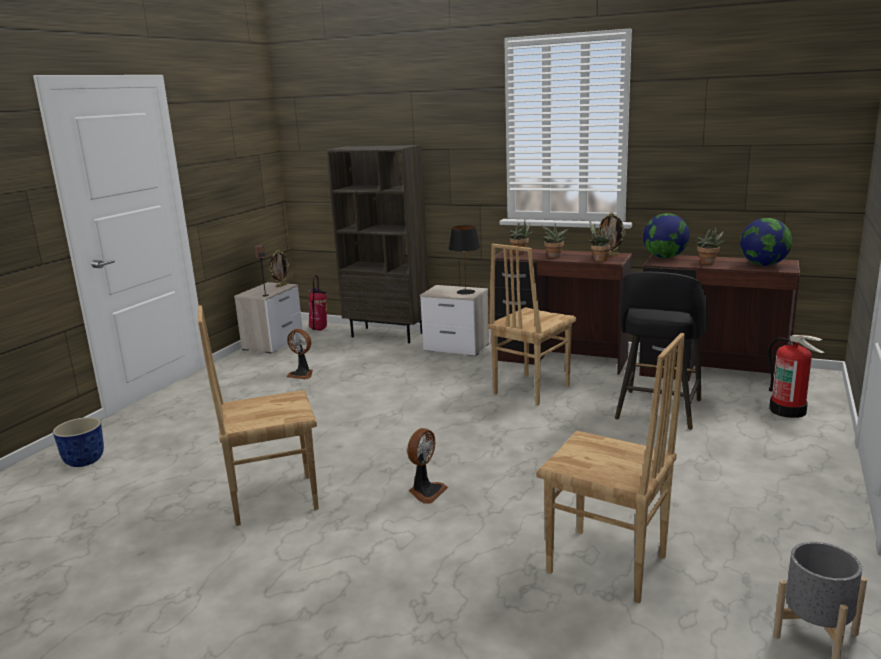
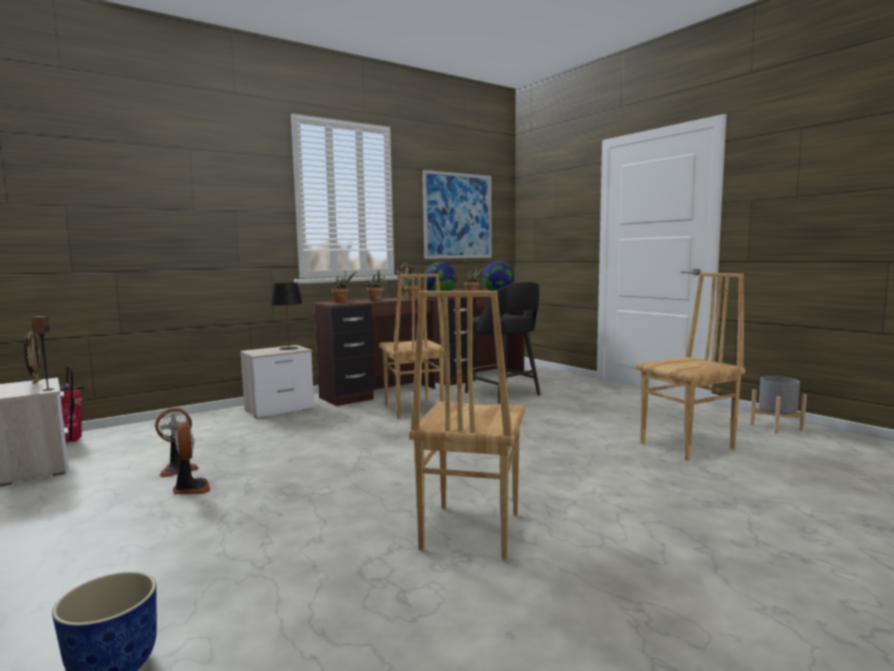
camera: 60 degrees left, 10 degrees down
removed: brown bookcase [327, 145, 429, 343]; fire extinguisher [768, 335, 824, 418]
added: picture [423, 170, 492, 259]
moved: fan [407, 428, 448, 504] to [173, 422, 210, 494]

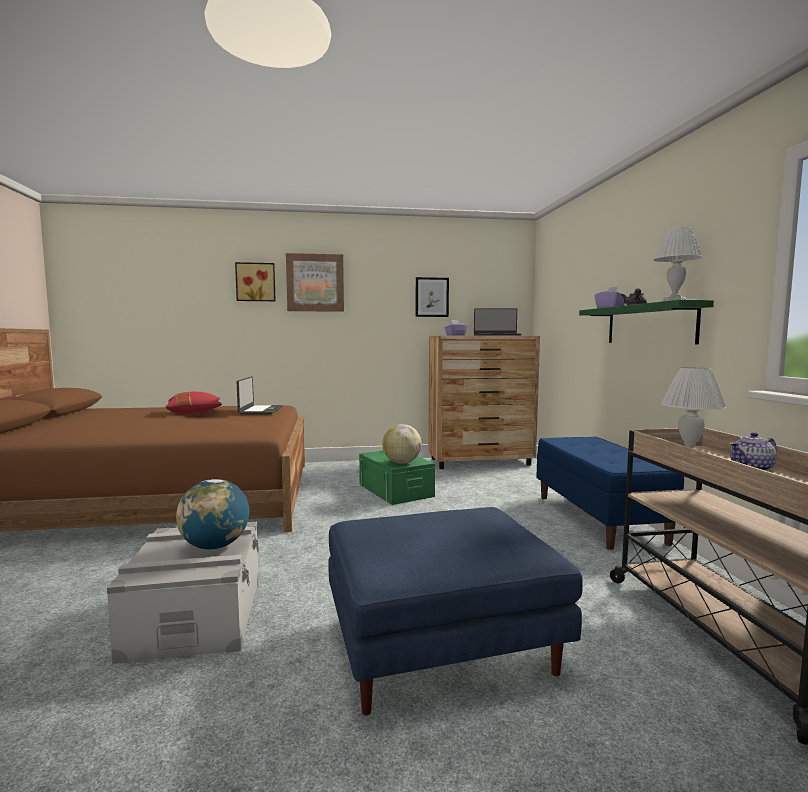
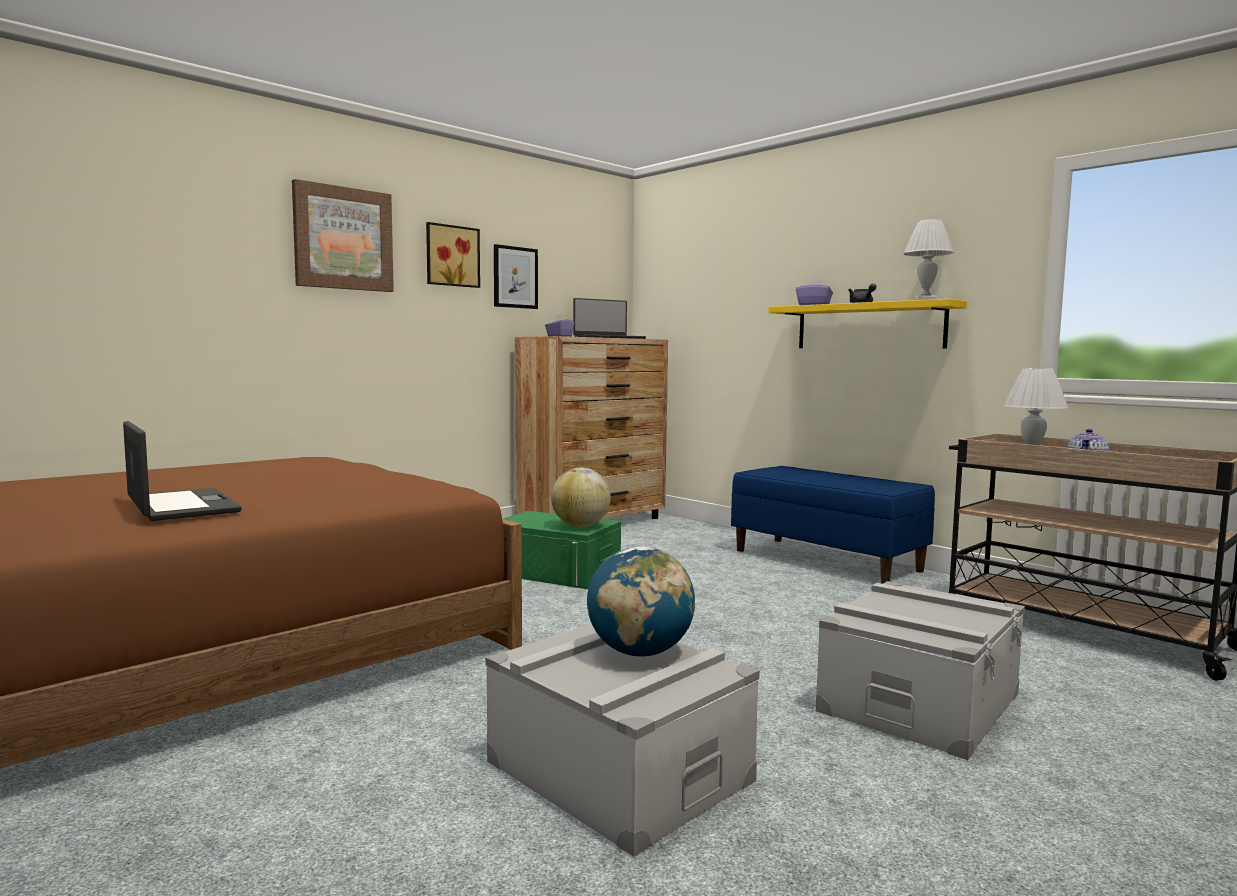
camera: 35 degrees left, 0 degrees up
removed: red pillow [166, 392, 222, 414]
moved: picture [235, 262, 276, 301] to [426, 222, 480, 288]; laptop [237, 376, 283, 415] to [123, 421, 242, 521]
replaced: blue ottoman [328, 507, 583, 715] to grey storage box [816, 581, 1025, 760]
recoloured: green shelf [579, 300, 714, 345] to yellow shelf [768, 299, 967, 348]

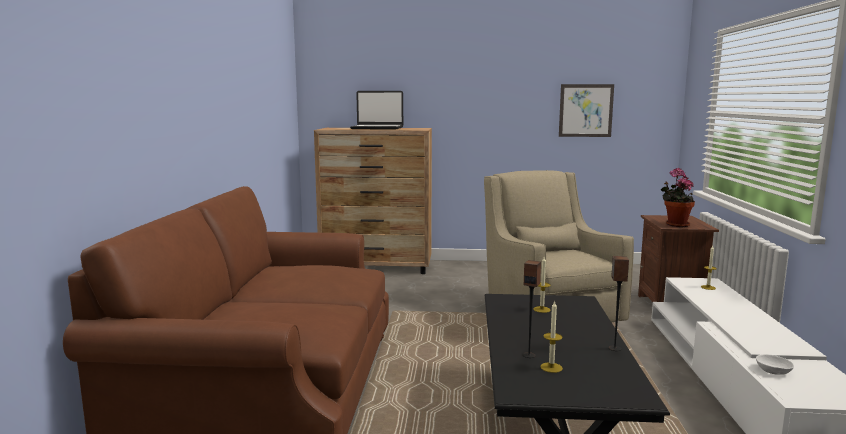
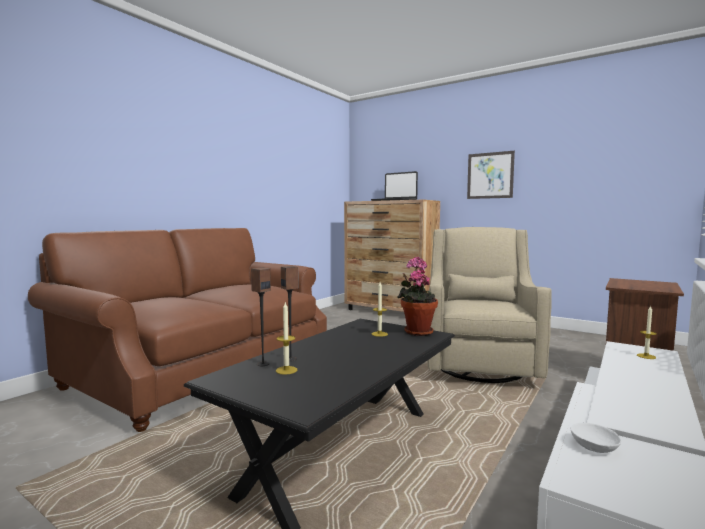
camera: 30 degrees right, 5 degrees down
moved: picture [559, 84, 614, 137] to [467, 151, 515, 199]; speaker [608, 256, 629, 351] to [251, 267, 271, 366]; potted plant [661, 168, 695, 227] to [398, 257, 438, 336]

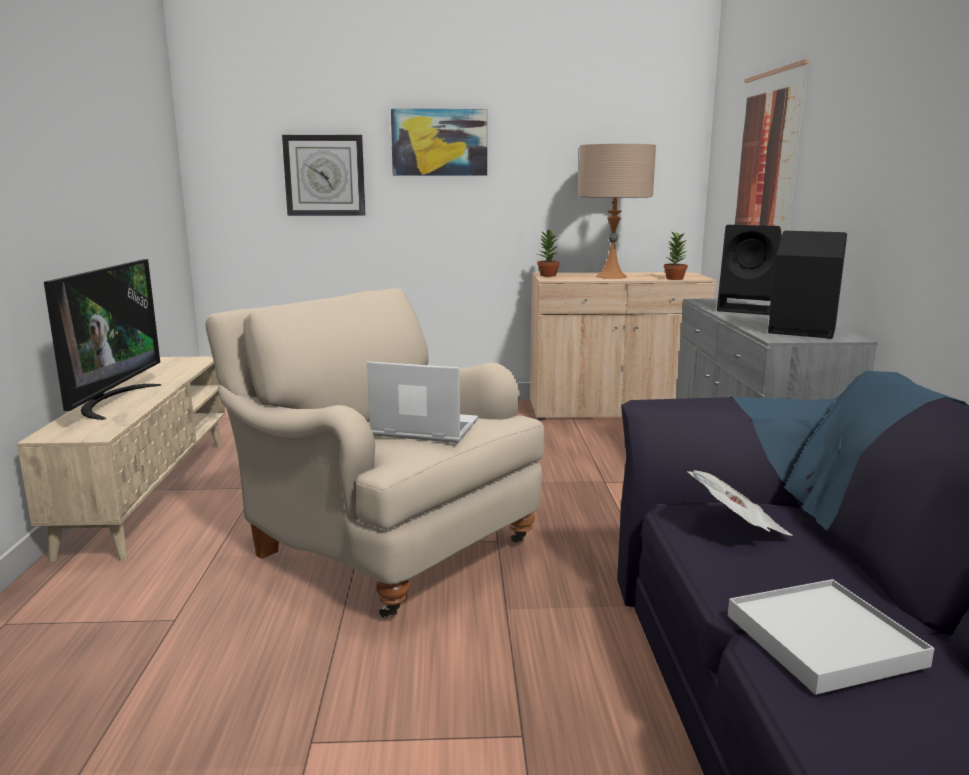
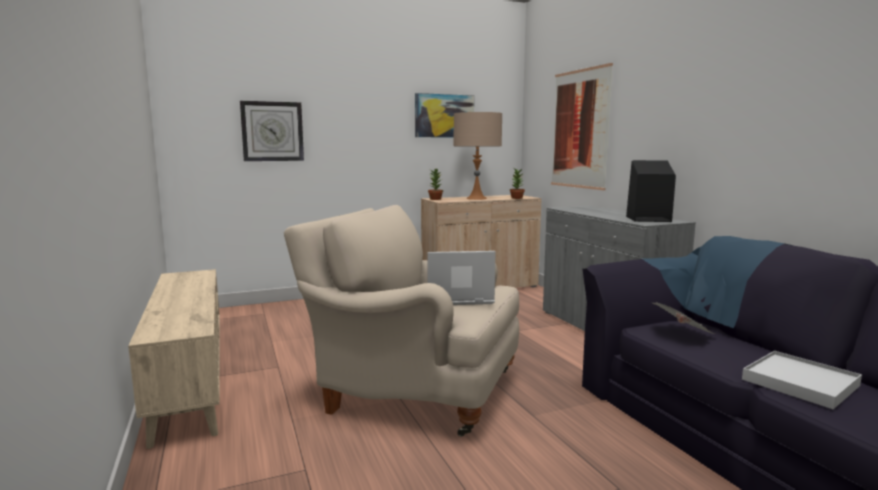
camera: 20 degrees left, 5 degrees down
removed: television [44, 259, 161, 420]; black speaker [717, 225, 782, 315]
moved: picture [391, 109, 487, 176] to [415, 93, 474, 138]

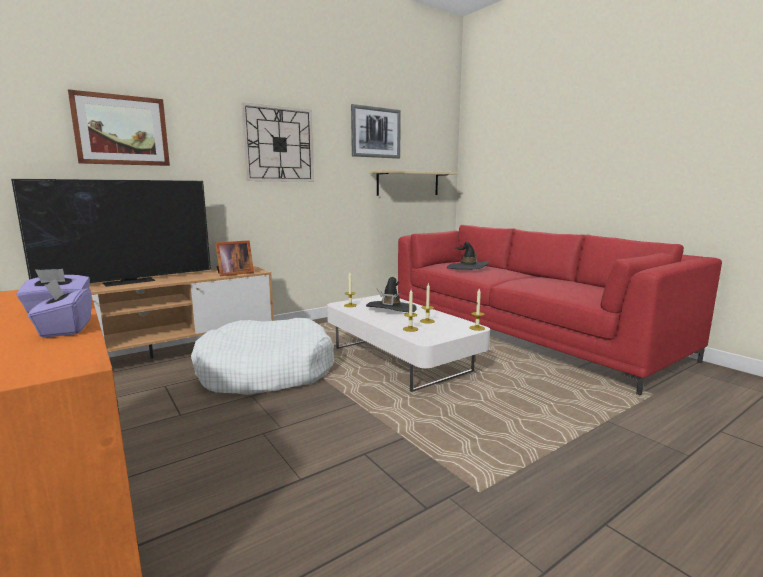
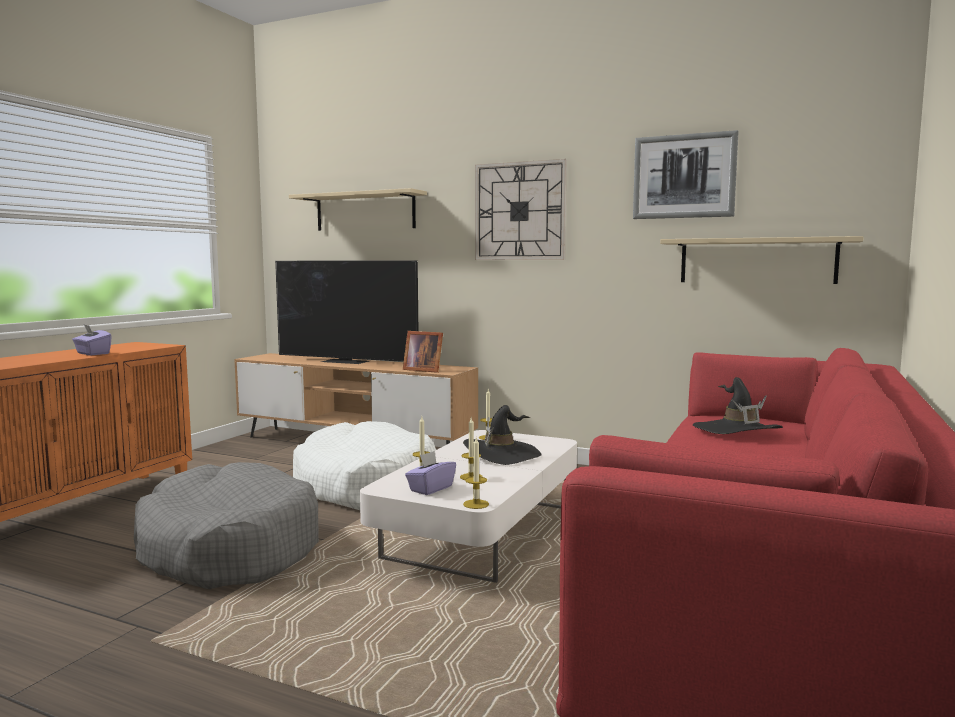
camera: 60 degrees right, 5 degrees down
added: grey dog bed [134, 462, 319, 589]
moved: purple tissue box [28, 279, 92, 338] to [405, 451, 456, 495]
replaced: picture [68, 89, 170, 166] to beige shelf [289, 188, 427, 231]

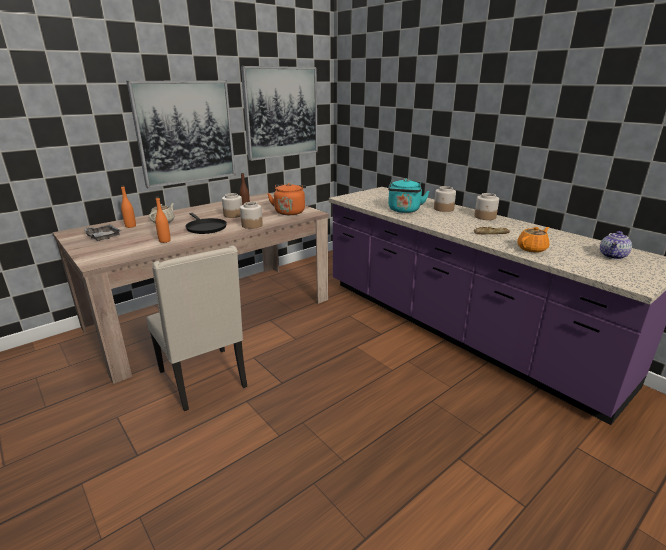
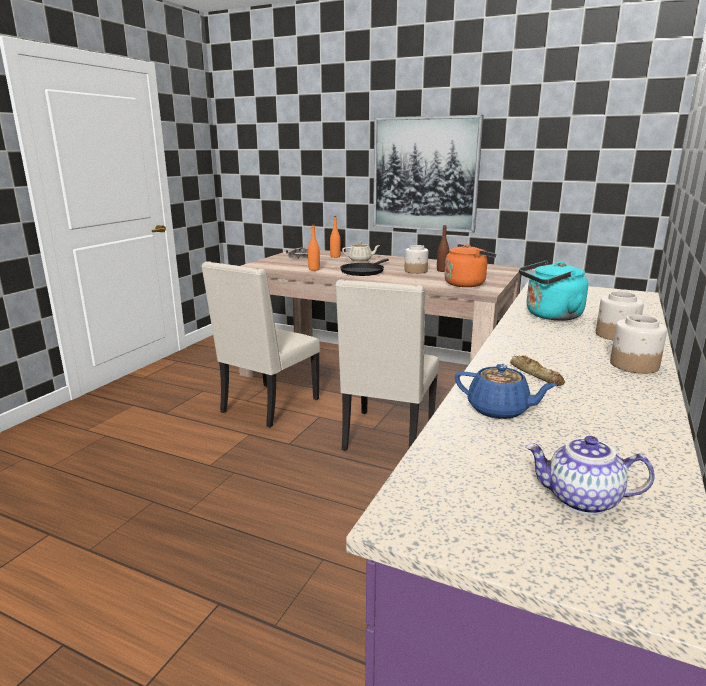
camera: 65 degrees right, 5 degrees down
removed: jar [240, 202, 263, 229]; picture [241, 66, 318, 161]
added: beige chair [335, 279, 439, 451]
recoloured: orange teapot [517, 227, 549, 253] to blue teapot [455, 364, 557, 419]

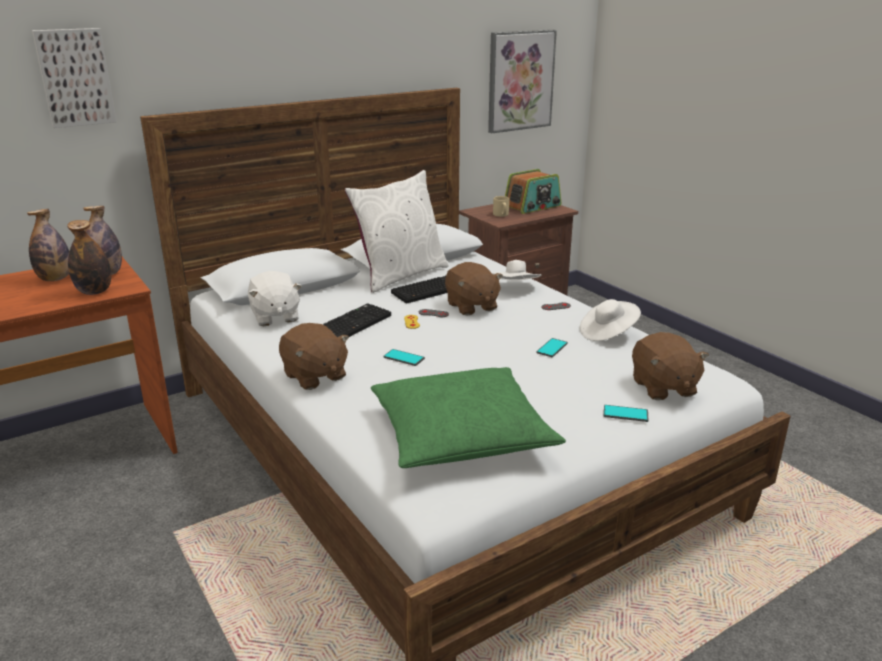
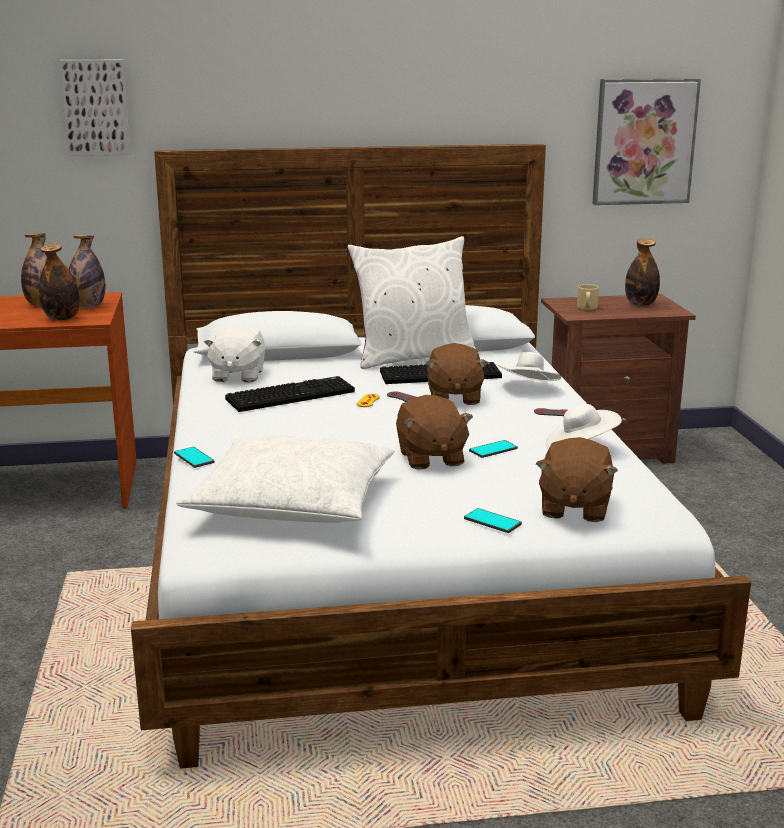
camera: 25 degrees right, 5 degrees down
moved: brown plush toy [279, 323, 349, 390] to [396, 395, 473, 470]; phone [384, 349, 425, 366] to [174, 447, 215, 468]
replaced: radio [505, 169, 561, 214] to bottle [625, 239, 660, 306]
recoloured: green pillow [371, 367, 566, 468] to white pillow [176, 435, 394, 523]

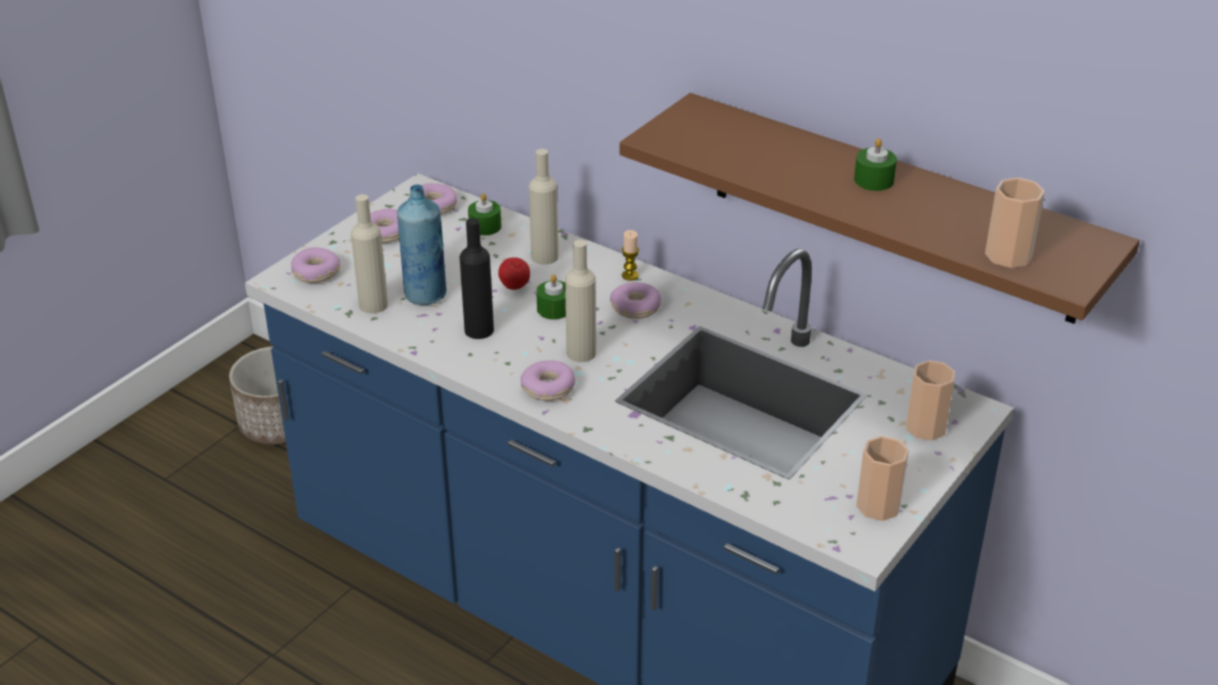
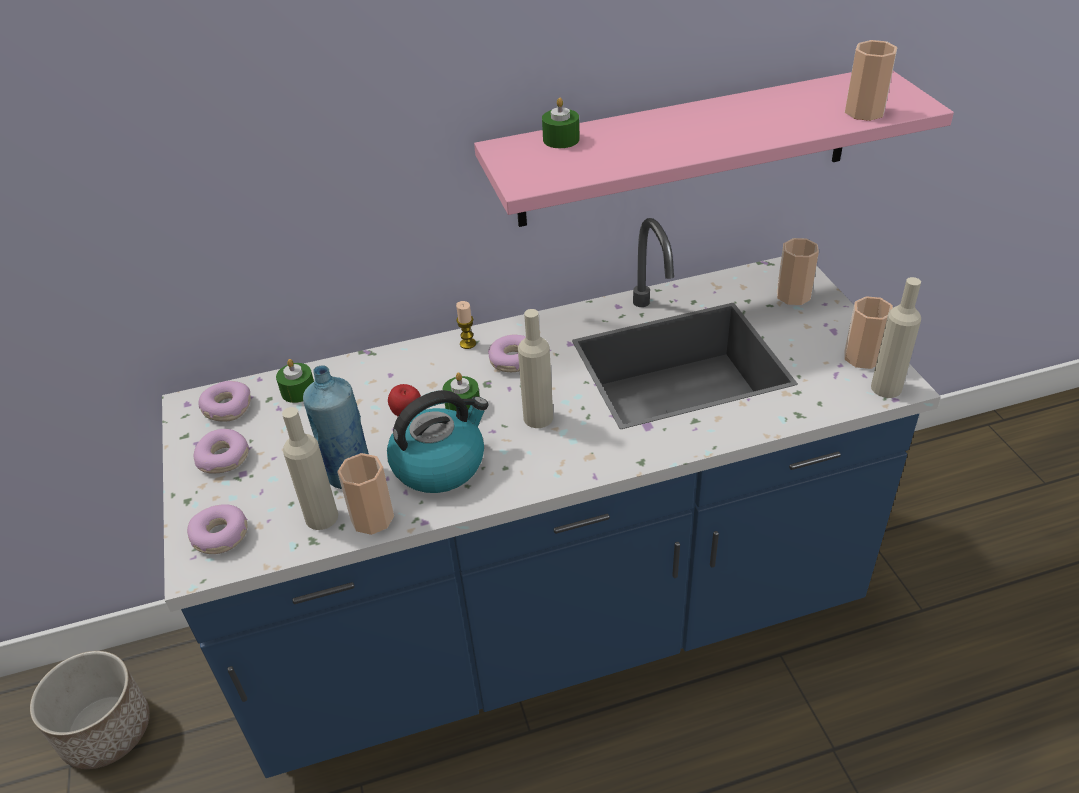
camera: 50 degrees left, 5 degrees up
removed: donut [520, 360, 575, 401]
added: cup [337, 453, 394, 535]
moved: beige bottle [529, 149, 559, 264] to [871, 277, 921, 398]; green candle [854, 138, 897, 191] to [542, 98, 580, 148]
replaced: black bottle [460, 218, 494, 339] to kettle [387, 390, 488, 493]
recoloured: brown shelf [620, 93, 1140, 324] to pink shelf [474, 71, 954, 227]

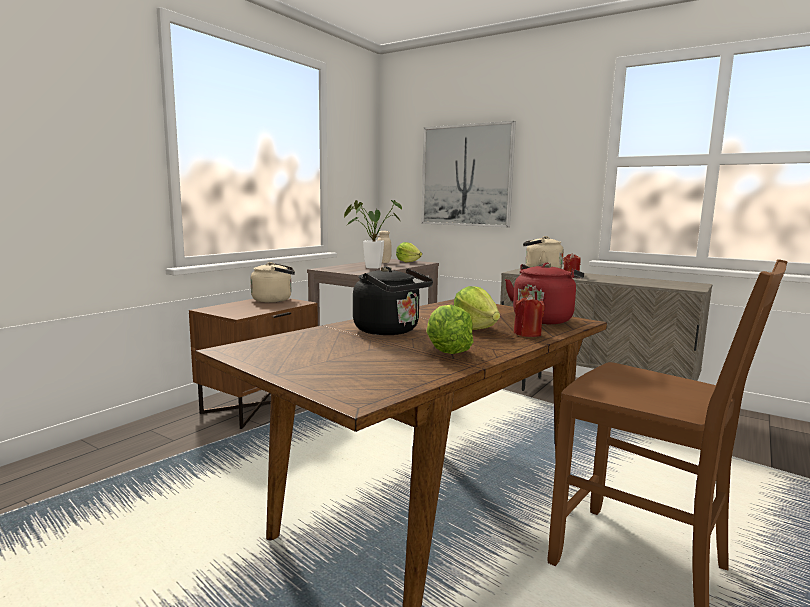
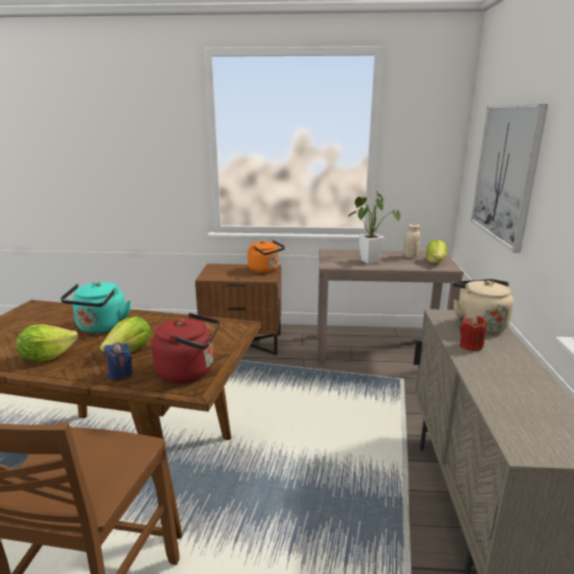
camera: 60 degrees right, 10 degrees up
recoloured: beige kettle [250, 262, 295, 303] to orange kettle [247, 240, 285, 273]; black kettle [353, 266, 433, 335] to turquoise kettle [60, 282, 131, 333]; red candle [513, 295, 545, 337] to blue candle [104, 343, 133, 381]

